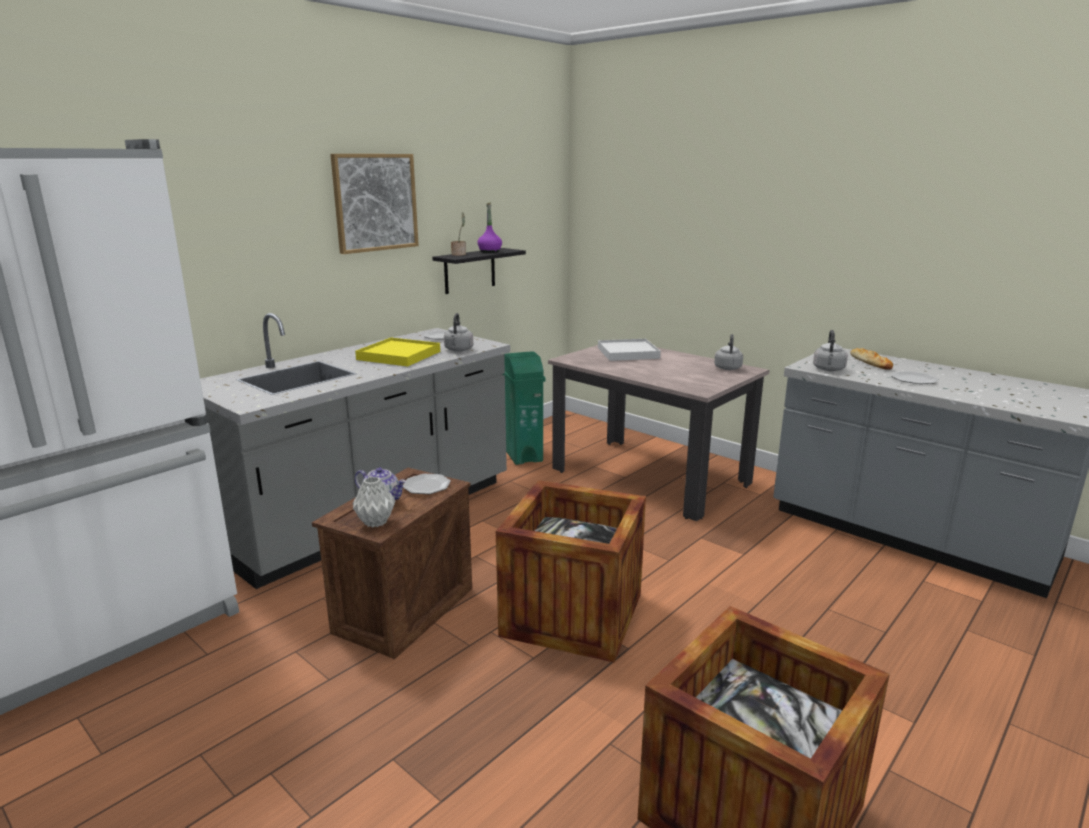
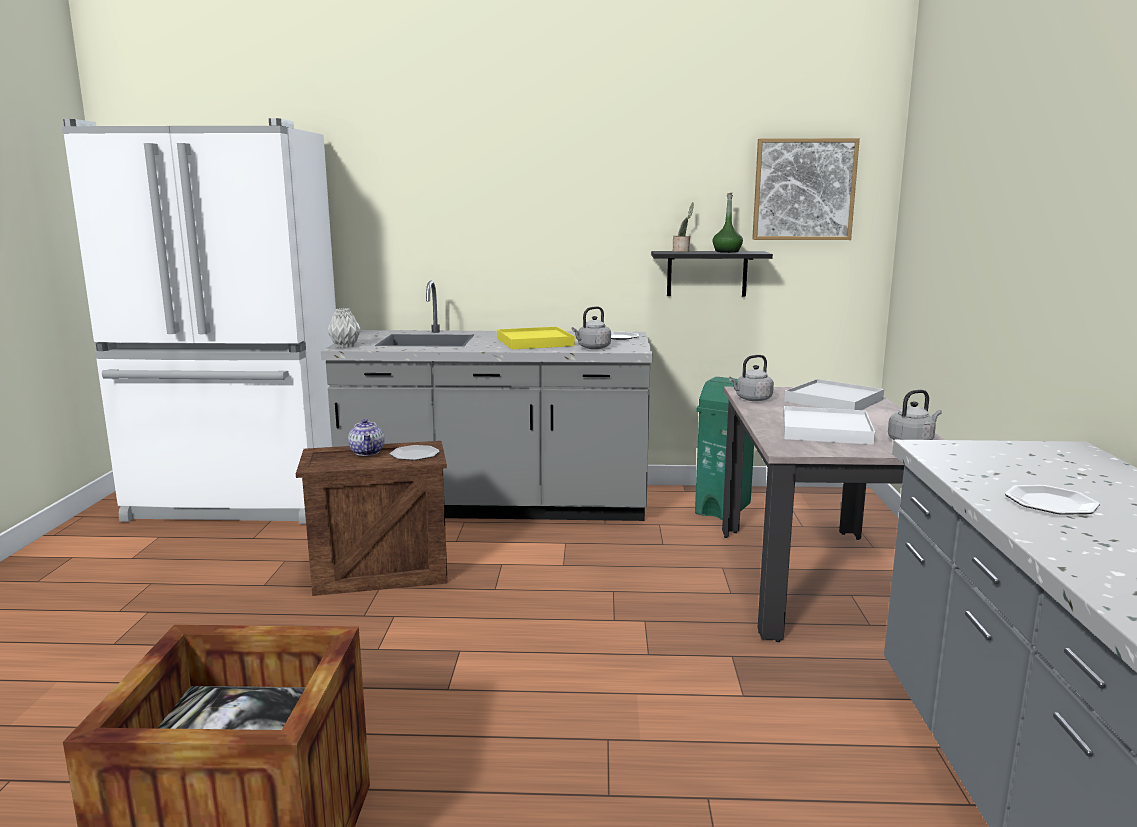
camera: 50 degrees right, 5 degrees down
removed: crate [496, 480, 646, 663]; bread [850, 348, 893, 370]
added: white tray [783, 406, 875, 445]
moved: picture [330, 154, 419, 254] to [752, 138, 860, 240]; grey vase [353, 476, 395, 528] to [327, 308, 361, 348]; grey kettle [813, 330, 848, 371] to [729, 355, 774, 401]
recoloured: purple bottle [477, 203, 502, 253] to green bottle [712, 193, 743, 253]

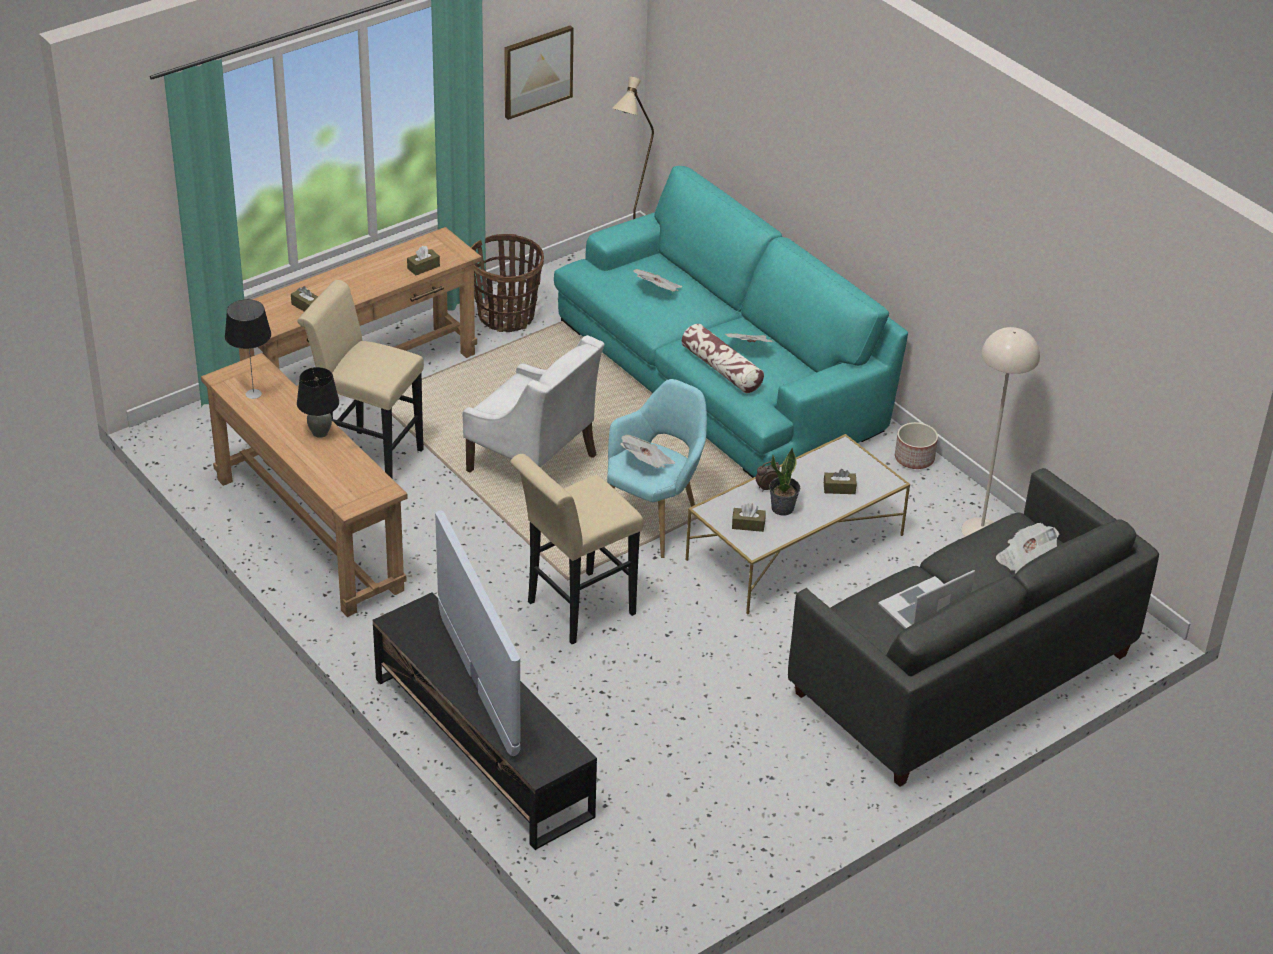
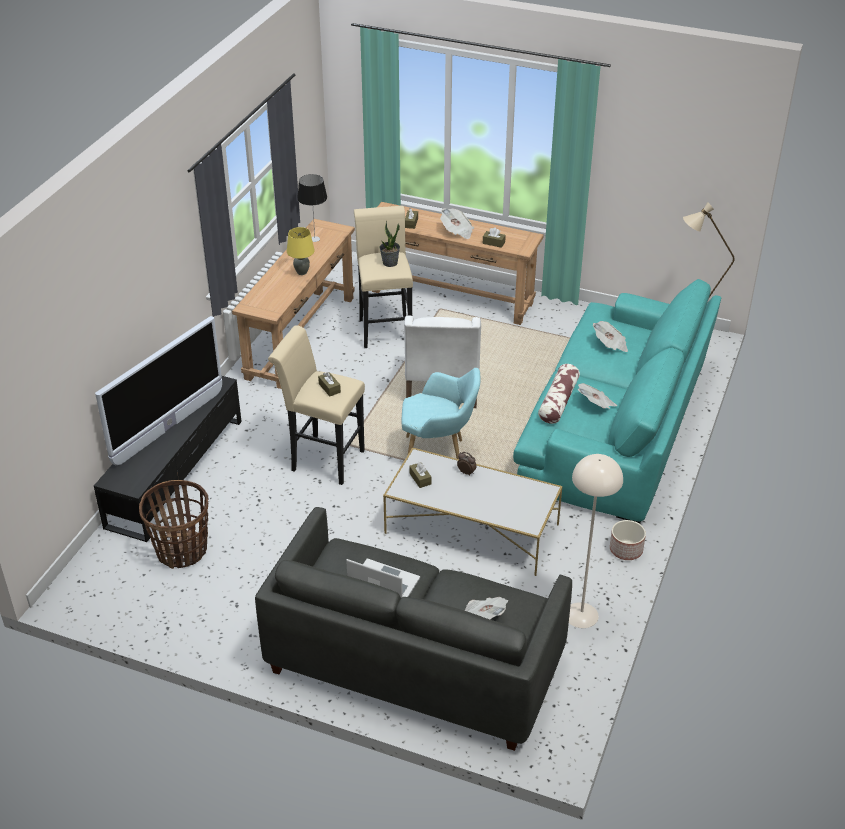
camera: 60 degrees right, 0 degrees up
removed: picture [504, 25, 574, 120]
moved: basket [471, 234, 544, 332] to [139, 480, 209, 569]; newspaper [620, 435, 675, 468] to [440, 208, 474, 239]; potted plant [769, 447, 800, 516] to [380, 221, 400, 267]; brown tissue box [824, 469, 857, 494] to [318, 372, 341, 397]
recoloured: black table lamp [297, 367, 339, 438] to yellow table lamp [287, 227, 315, 275]

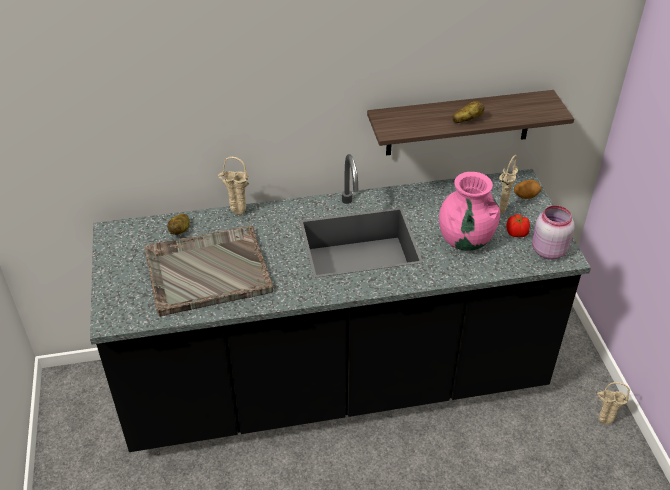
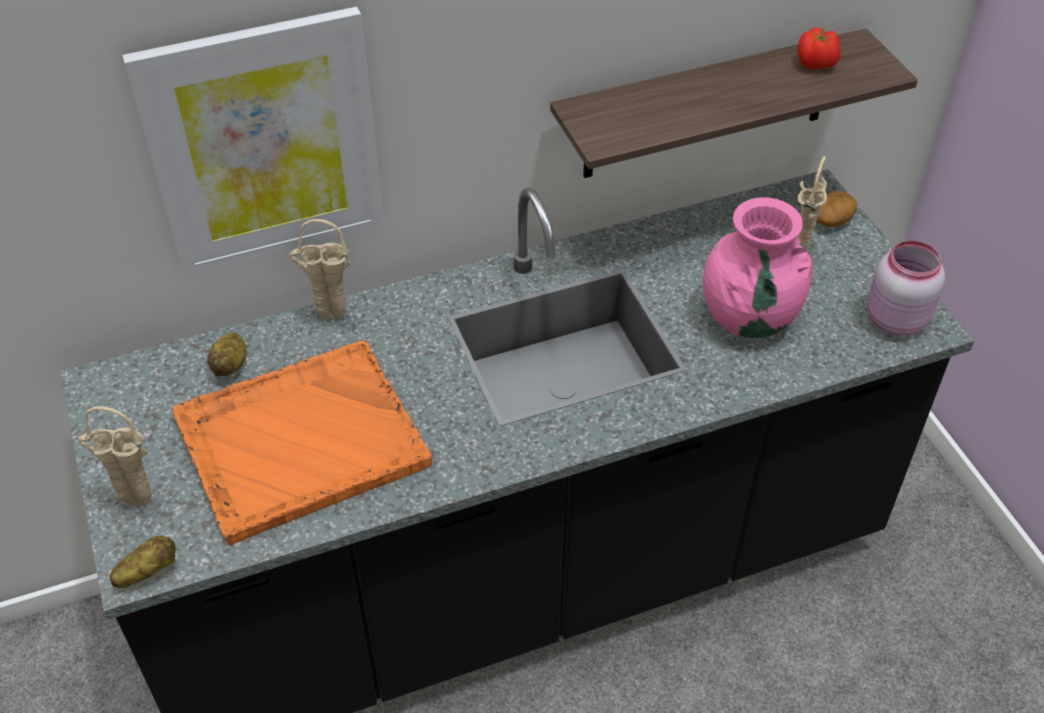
camera: 10 degrees left, 5 degrees up
added: picture [122, 7, 384, 277]
moved: potato [452, 101, 485, 123] to [110, 536, 176, 588]; tomato [507, 214, 530, 237] to [798, 27, 841, 70]; beige vase [597, 382, 630, 424] to [78, 406, 151, 505]
recoloured: grey tray [145, 226, 273, 317] to orange tray [172, 340, 432, 546]

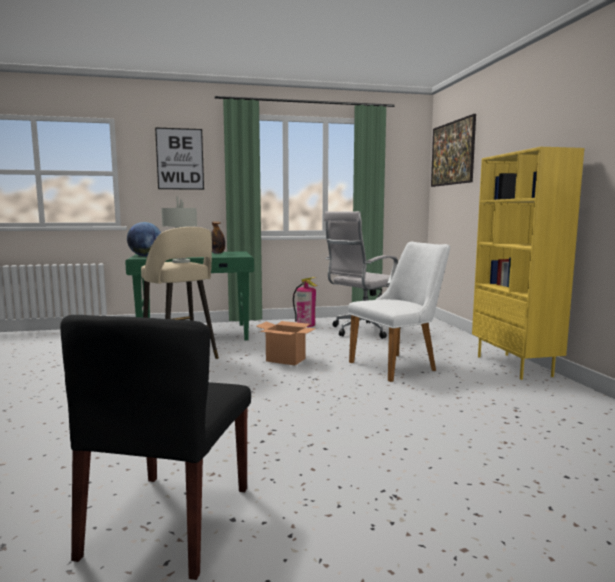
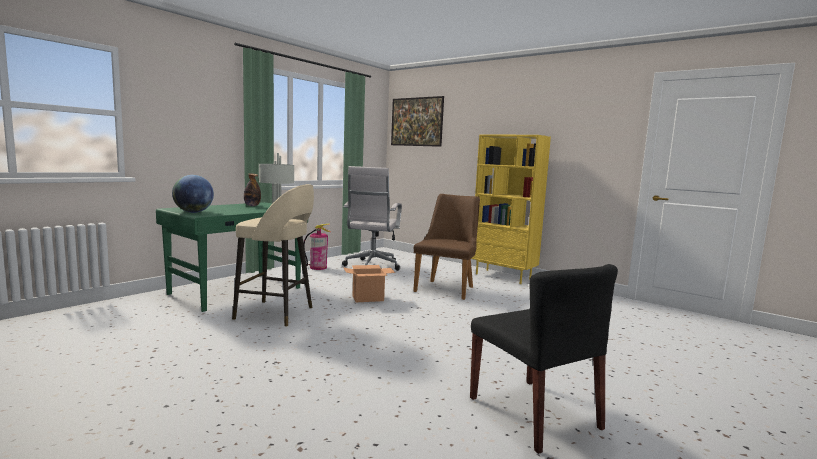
camera: 40 degrees left, 0 degrees up
removed: picture [155, 127, 204, 190]
recoloured: white chair [348, 242, 450, 382] to brown chair [413, 194, 480, 300]

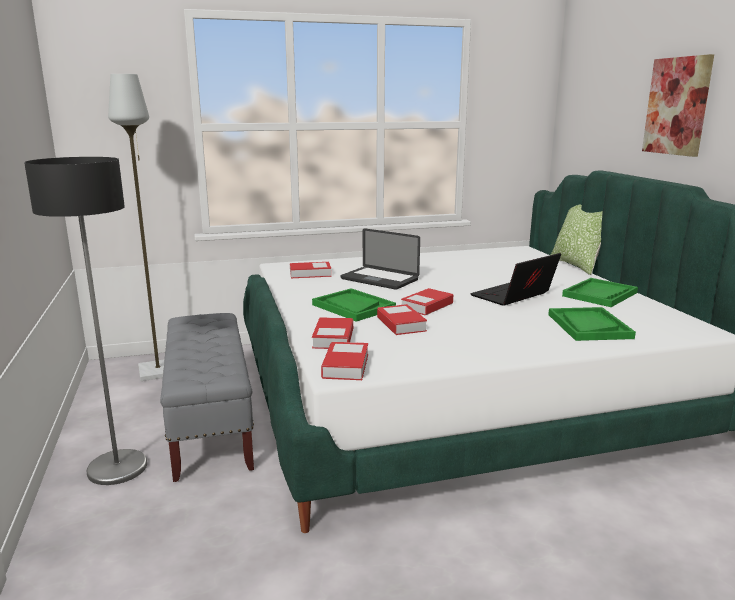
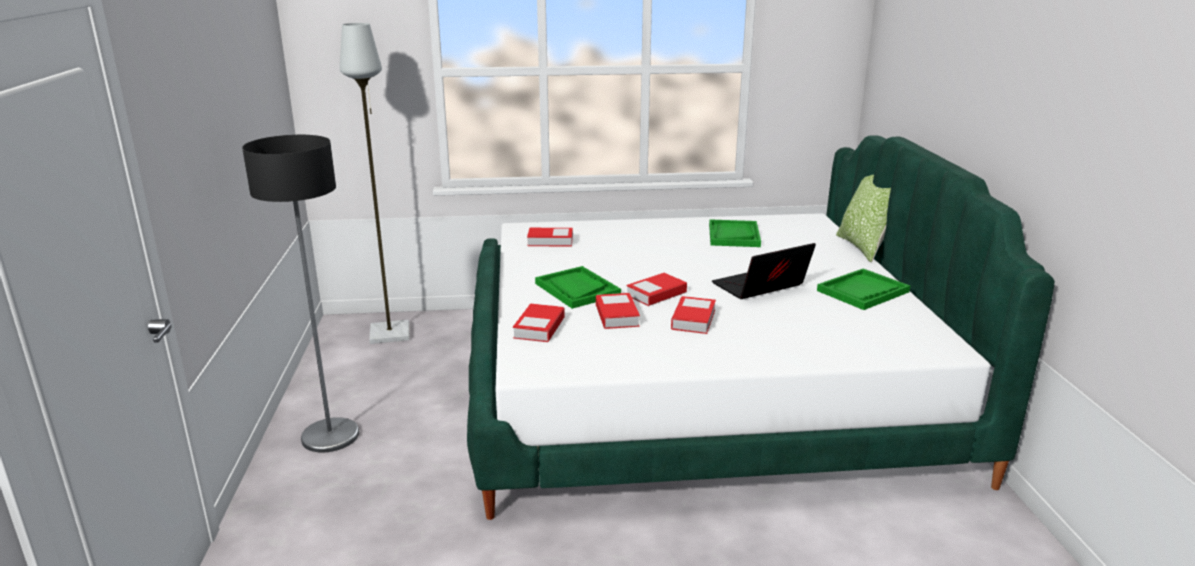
camera: 10 degrees right, 5 degrees up
removed: grey bench [160, 313, 254, 482]; laptop [340, 228, 420, 290]; picture [642, 54, 714, 157]
moved: book [321, 342, 368, 380] to [671, 296, 716, 334]; green tray [548, 307, 636, 341] to [709, 220, 761, 247]

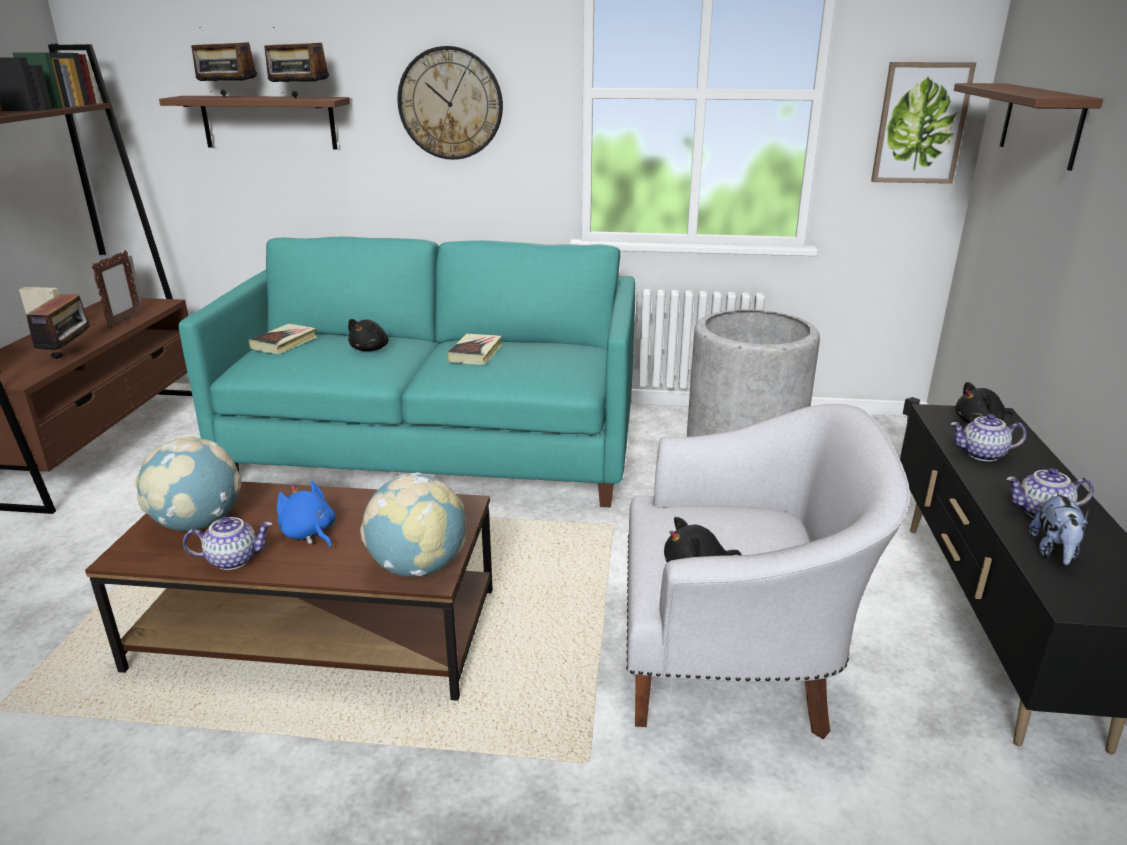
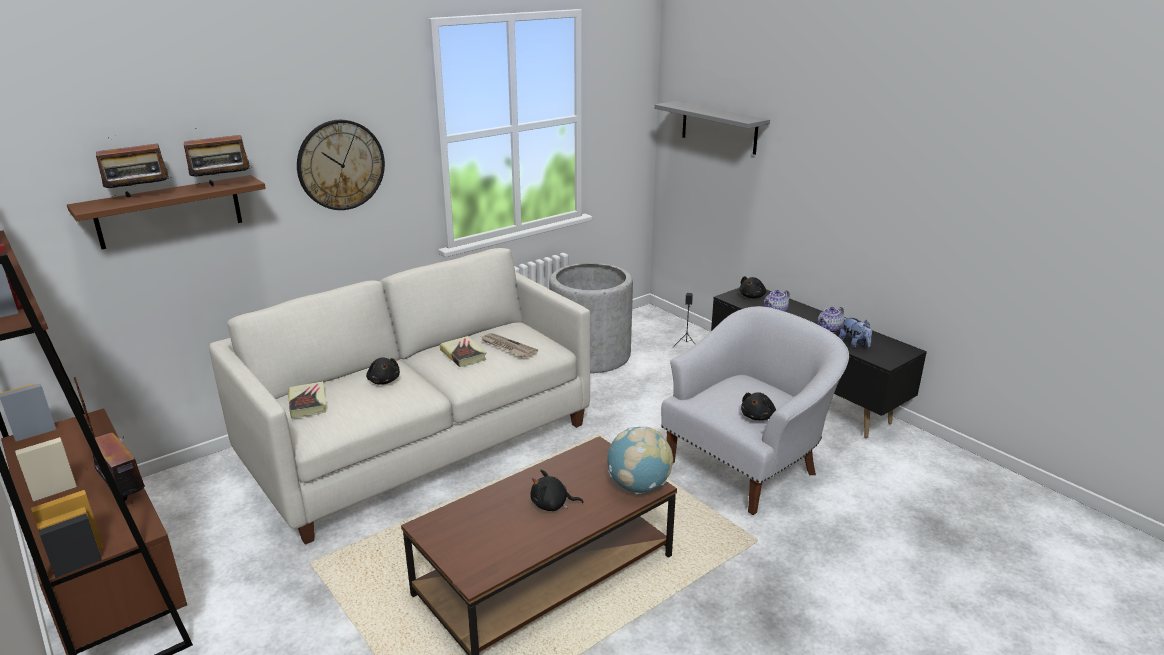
camera: 45 degrees left, 0 degrees up
removed: globe [136, 437, 242, 531]; teapot [183, 517, 272, 570]; picture [871, 62, 976, 184]
added: newspaper [481, 333, 538, 358]
recoloured: turquoise sofa [179, 237, 635, 507] to white sofa [209, 248, 590, 545]; blue plush toy [277, 481, 335, 548] to black plush toy [530, 470, 584, 511]; brown shelf [954, 83, 1103, 171] to grey shelf [654, 101, 770, 155]

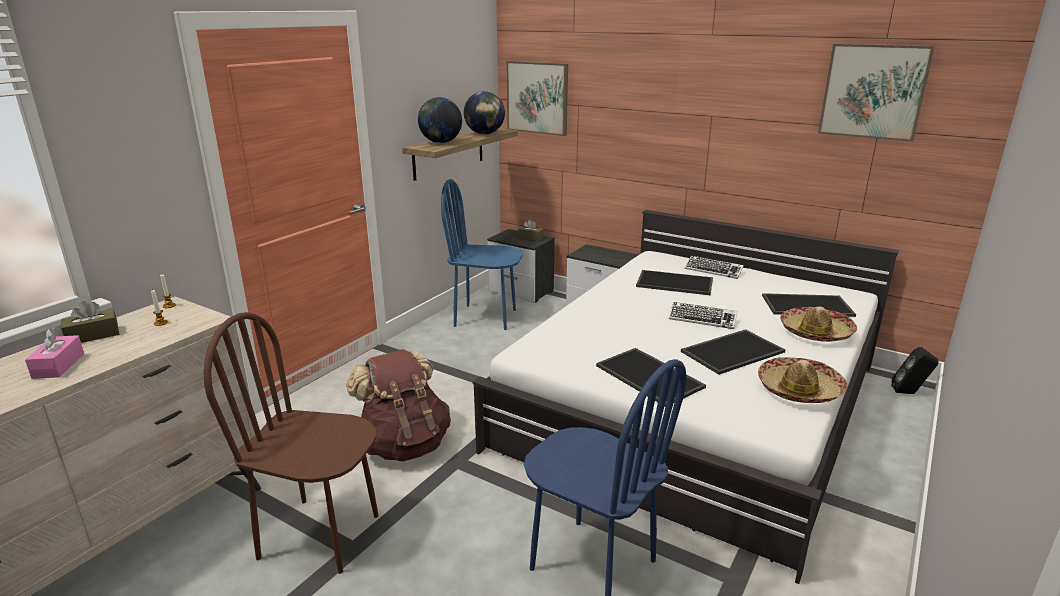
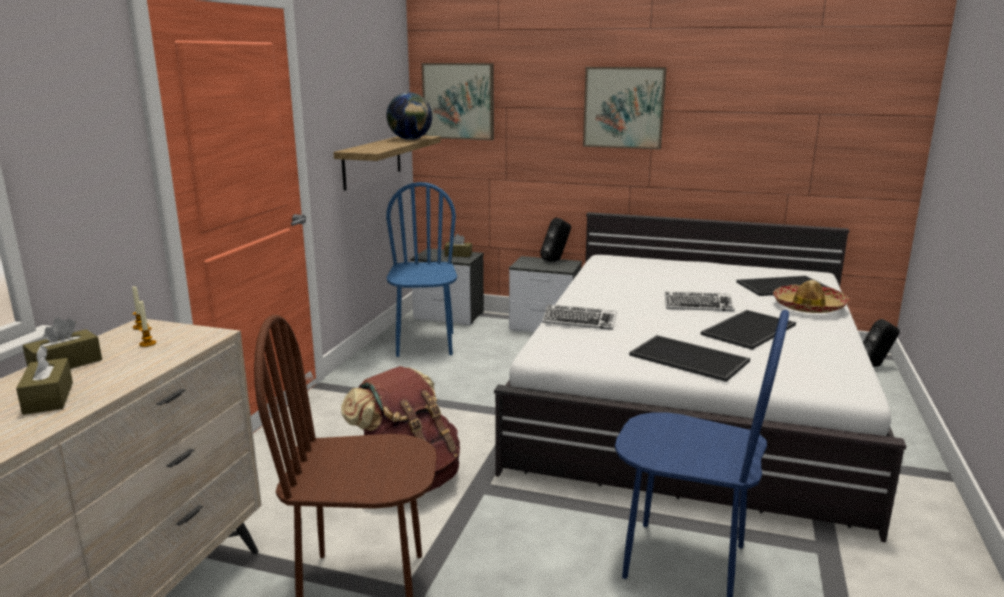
camera: 15 degrees left, 5 degrees down
removed: globe [418, 97, 462, 143]; tray [636, 270, 713, 295]; hat [758, 357, 847, 403]
added: black speaker [540, 218, 571, 262]
moved: keyboard [685, 256, 744, 279] to [542, 305, 617, 330]; picture [818, 44, 935, 142] to [583, 67, 667, 150]
recoloured: pink tissue box [25, 327, 84, 379] to brown tissue box [16, 346, 73, 415]
turned: blue chair [441, 179, 523, 330] = [386, 182, 457, 357] 90 degrees clockwise

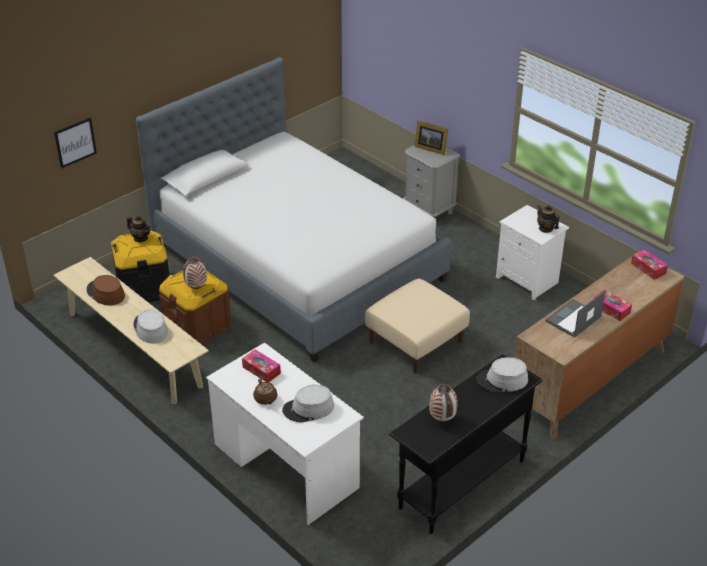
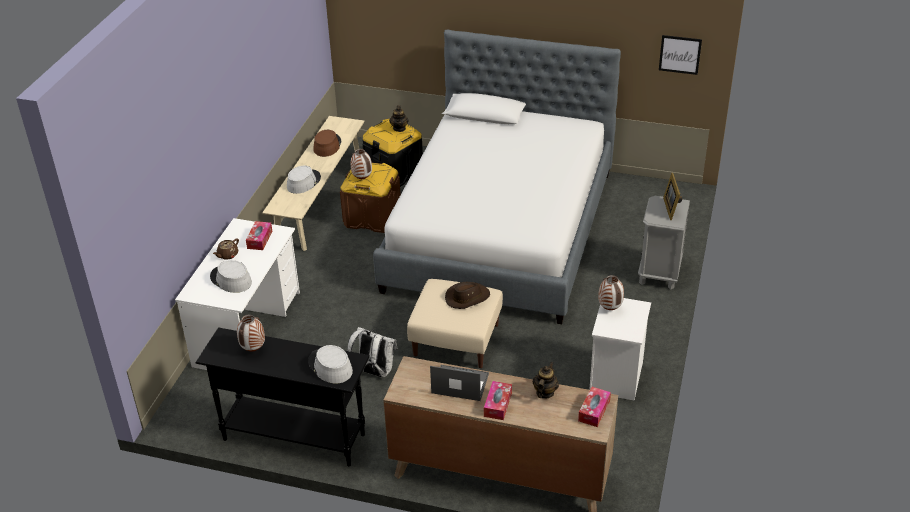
camera: 60 degrees right, 0 degrees up
added: white backpack [348, 327, 398, 377]; brown hat [445, 282, 490, 309]; vase [598, 275, 624, 310]
moved: picture [54, 118, 97, 168] to [659, 35, 702, 75]; teapot [537, 205, 559, 233] to [533, 362, 559, 399]

